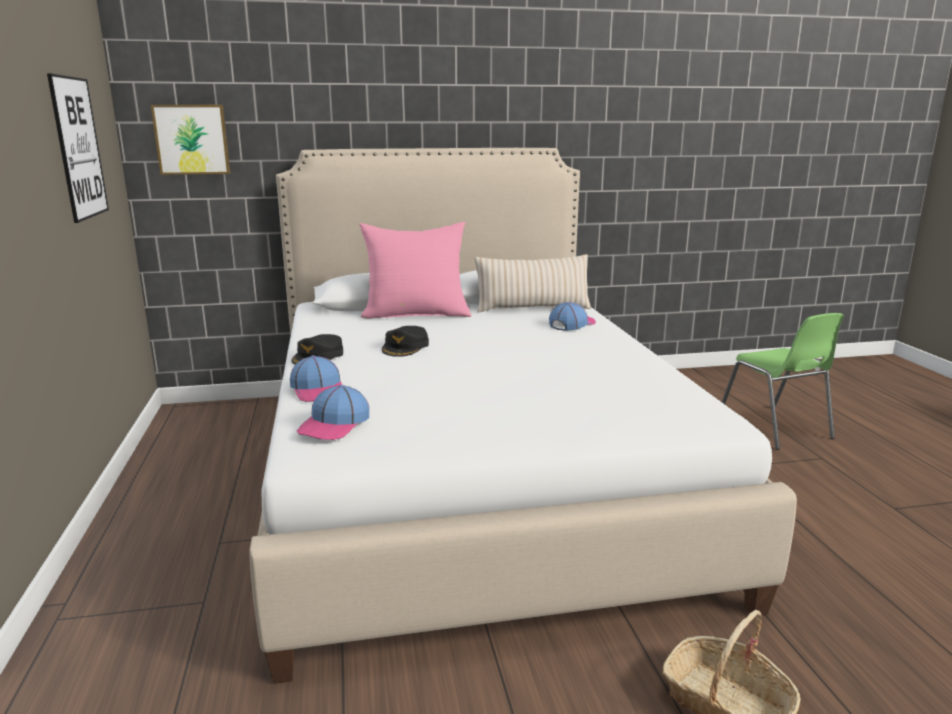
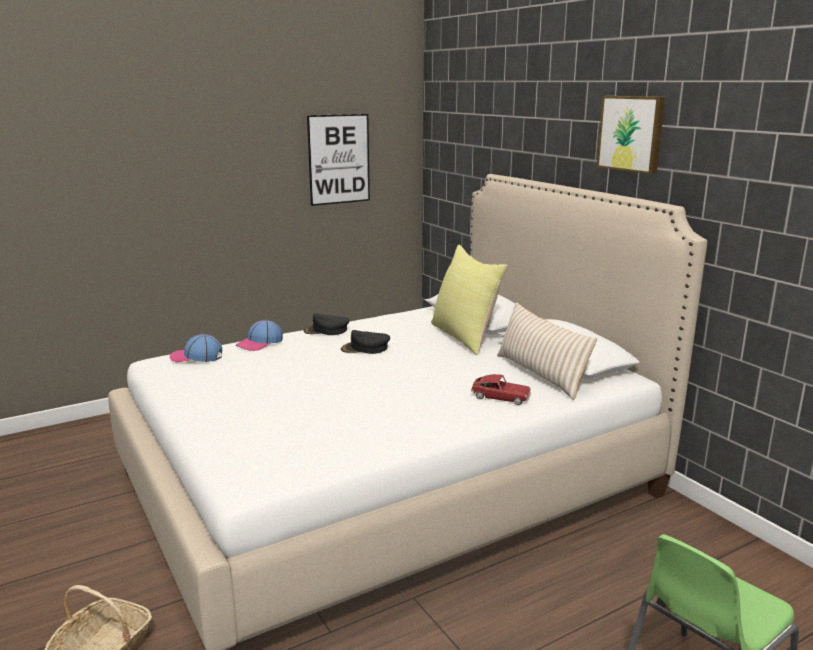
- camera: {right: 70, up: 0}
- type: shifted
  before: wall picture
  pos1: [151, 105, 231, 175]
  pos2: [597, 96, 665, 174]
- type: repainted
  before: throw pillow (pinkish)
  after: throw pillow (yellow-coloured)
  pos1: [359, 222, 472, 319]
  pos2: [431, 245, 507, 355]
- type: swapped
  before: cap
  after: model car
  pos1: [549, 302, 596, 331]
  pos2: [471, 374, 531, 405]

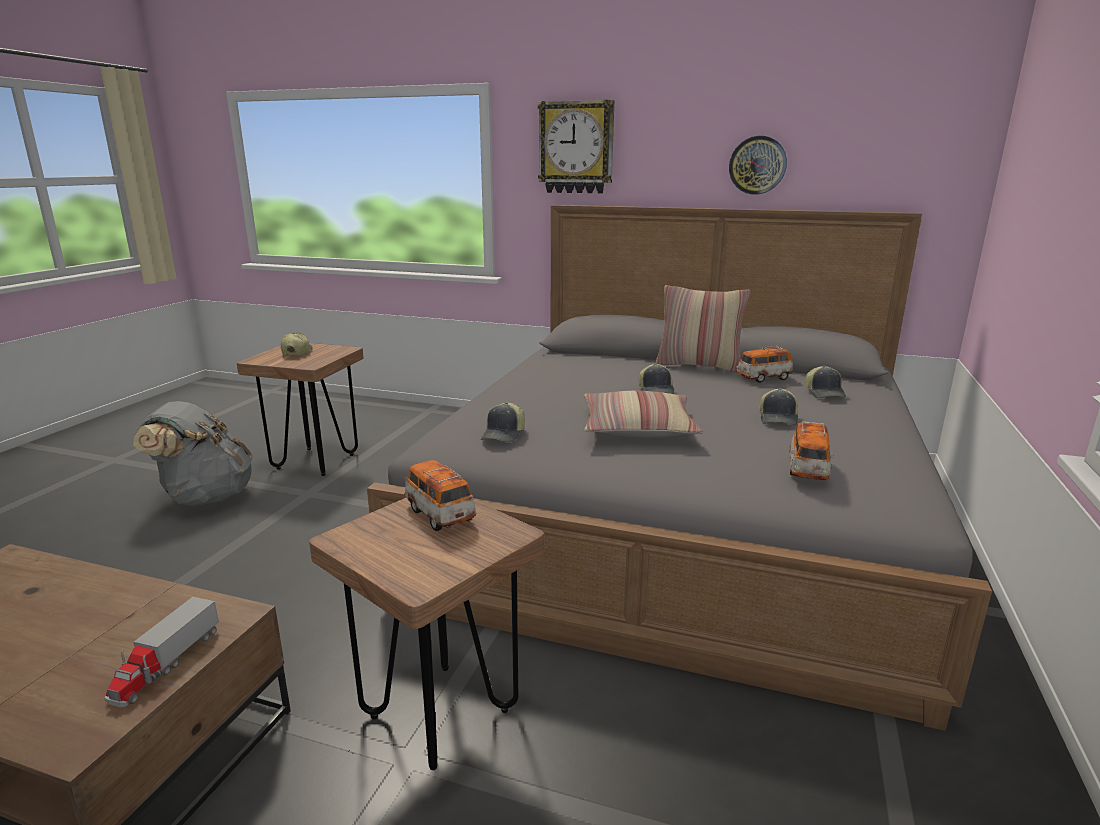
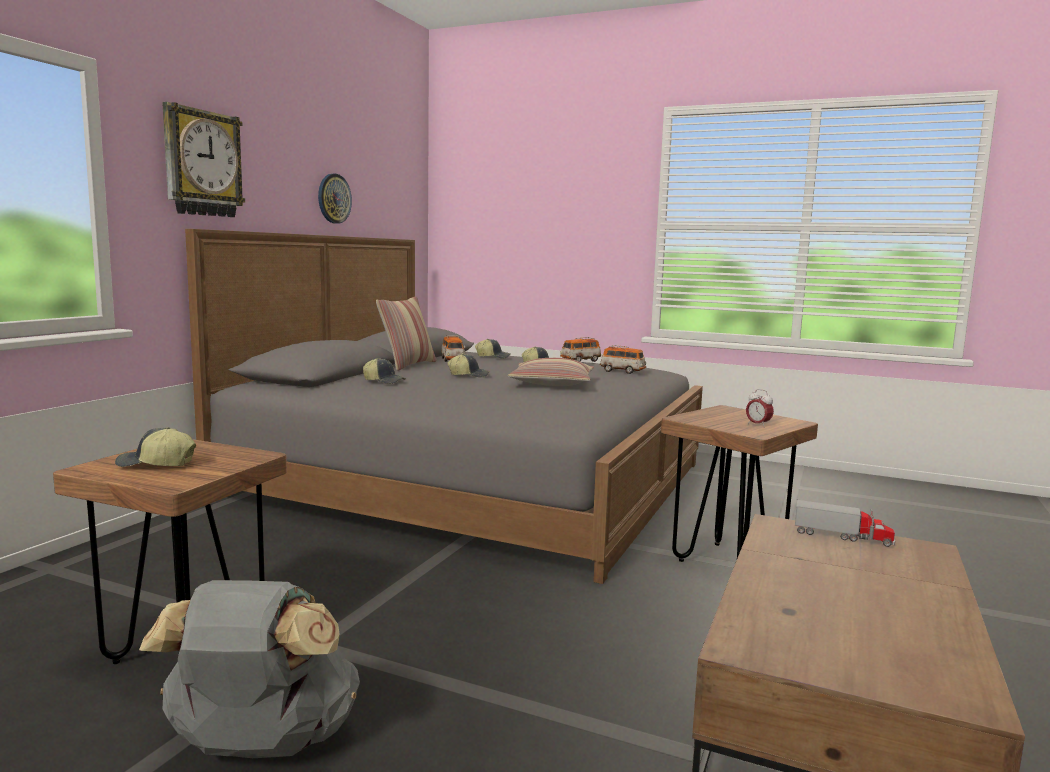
- camera: {right: -85, up: -10}
- type: shifted
  before: model car
  pos1: [404, 460, 476, 531]
  pos2: [560, 337, 601, 362]
- type: shifted
  before: cap
  pos1: [481, 402, 525, 442]
  pos2: [363, 358, 406, 384]
- type: new
  after: alarm clock
  pos2: [746, 389, 774, 428]

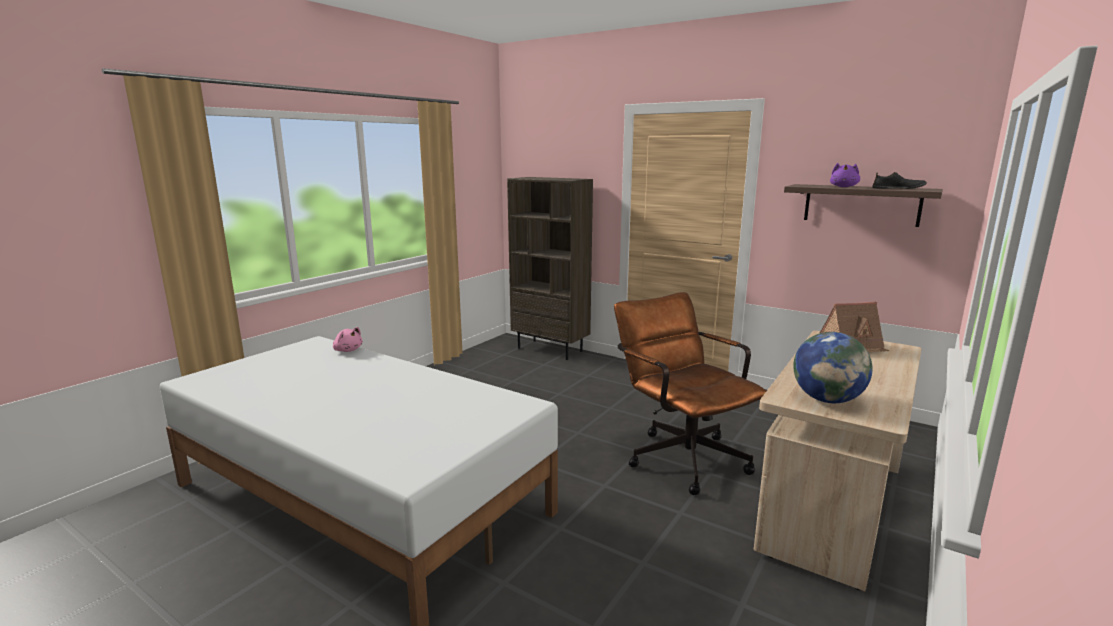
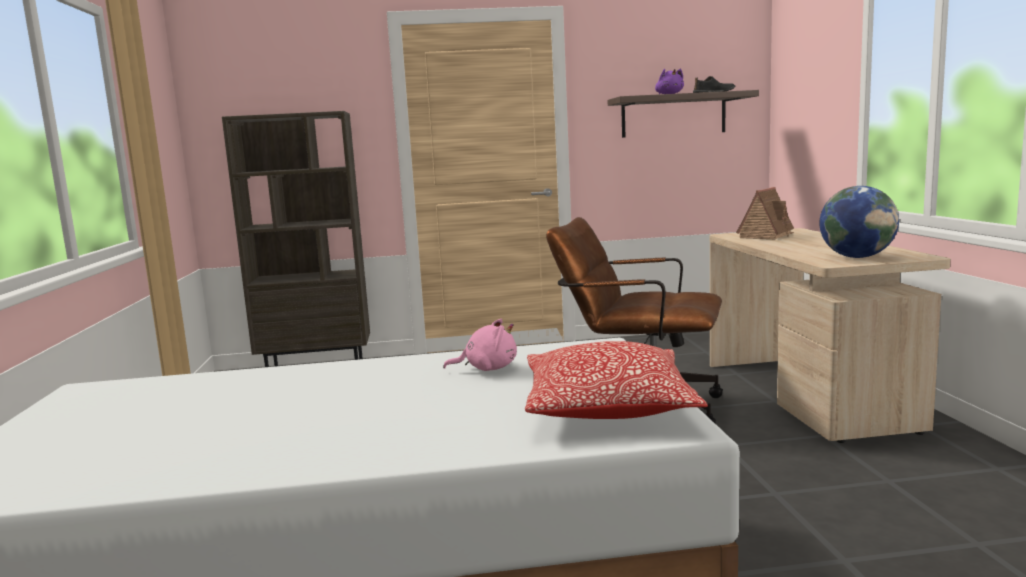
- camera: {right: -40, up: -5}
- type: shifted
  before: soft toy (pinkish)
  pos1: [333, 327, 363, 352]
  pos2: [443, 318, 517, 371]
- type: new
  after: throw pillow
  pos2: [525, 341, 708, 419]

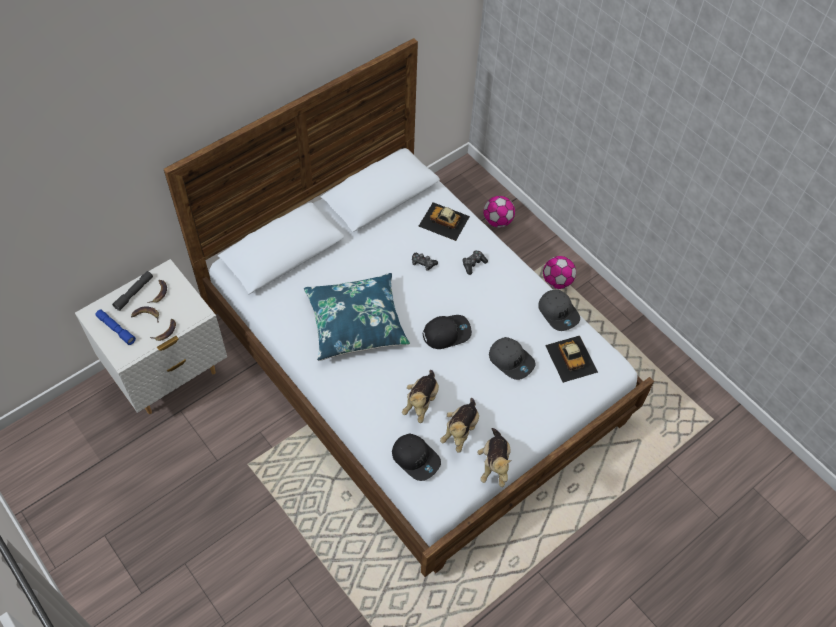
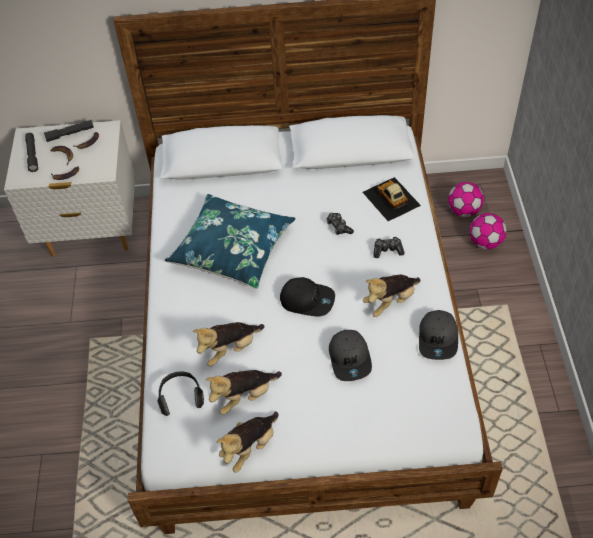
- camera: {right: 40, up: -5}
- type: repainted
  before: torch (blue)
  after: torch (gray)
  pos1: [95, 310, 136, 345]
  pos2: [25, 133, 38, 172]
- type: swapped
  before: cap (black-coloured)
  after: headset
  pos1: [392, 433, 441, 481]
  pos2: [157, 371, 204, 416]
- type: shifted
  before: ball for football
  pos1: [543, 256, 576, 289]
  pos2: [448, 182, 484, 217]
- type: gone
  before: model car
  pos1: [545, 336, 598, 383]
- type: new
  after: soft toy
  pos2: [363, 275, 420, 317]

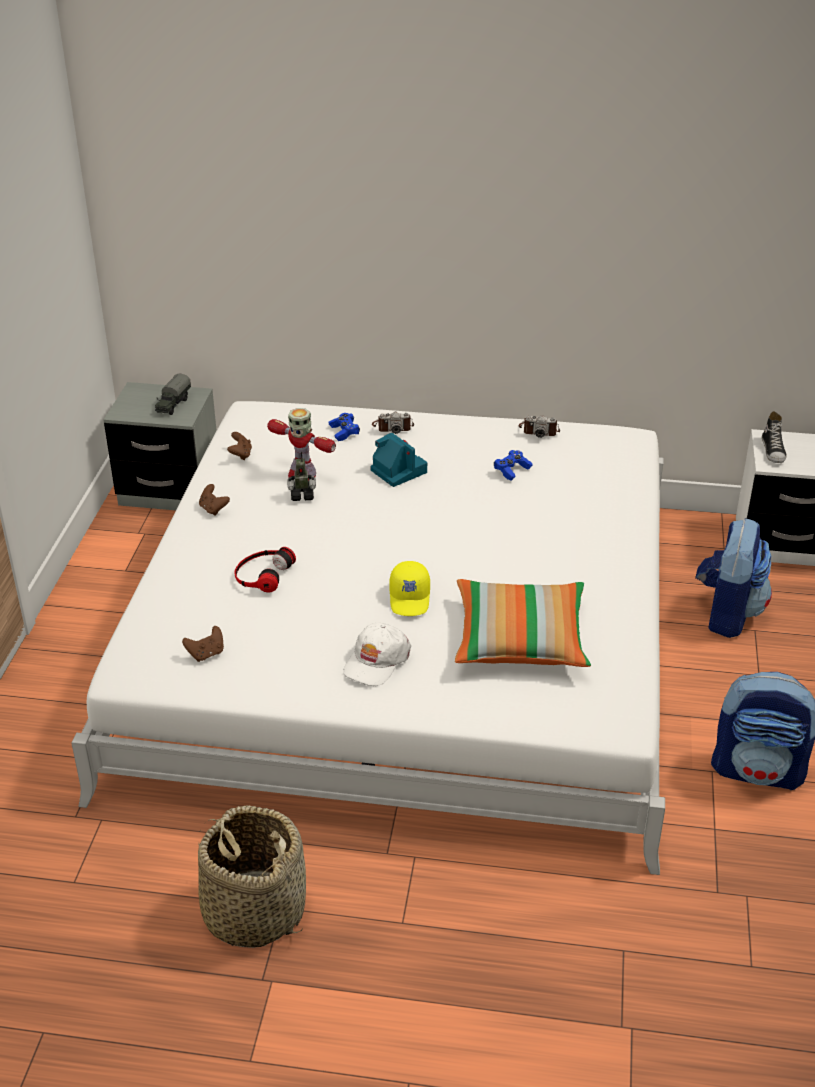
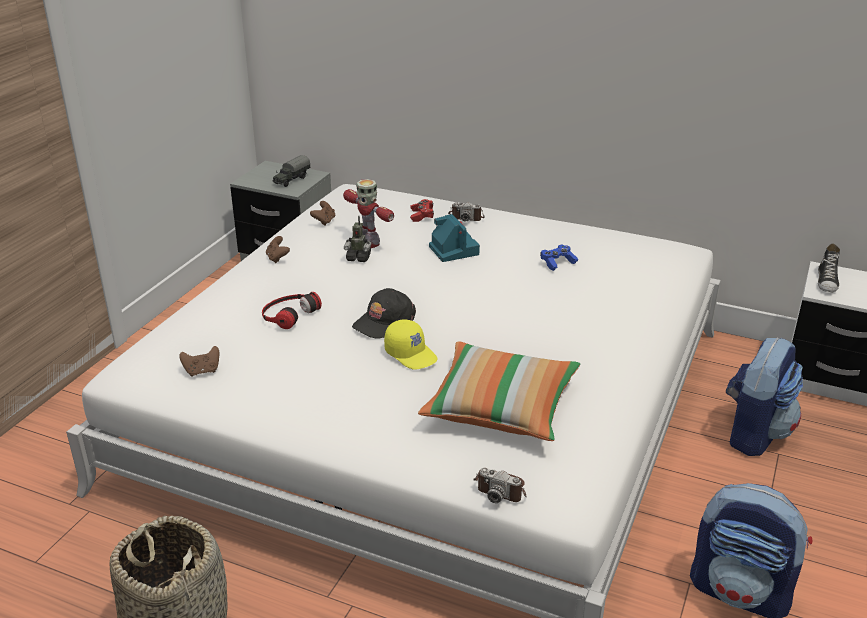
- camera: {right: 15, up: -5}
- type: repainted
  before: game controller (blue)
  after: game controller (red-coloured)
  pos1: [329, 413, 360, 441]
  pos2: [410, 199, 434, 222]
- type: gone
  before: cap (white-coloured)
  pos1: [343, 623, 411, 686]
- type: rotated
  before: cap (yellow-coloured)
  pos1: [389, 561, 430, 616]
  pos2: [384, 320, 437, 370]
  turn: -60
- type: shifted
  before: still camera
  pos1: [519, 415, 560, 438]
  pos2: [473, 468, 527, 503]
- type: new
  after: cap (black-coloured)
  pos2: [352, 288, 416, 338]

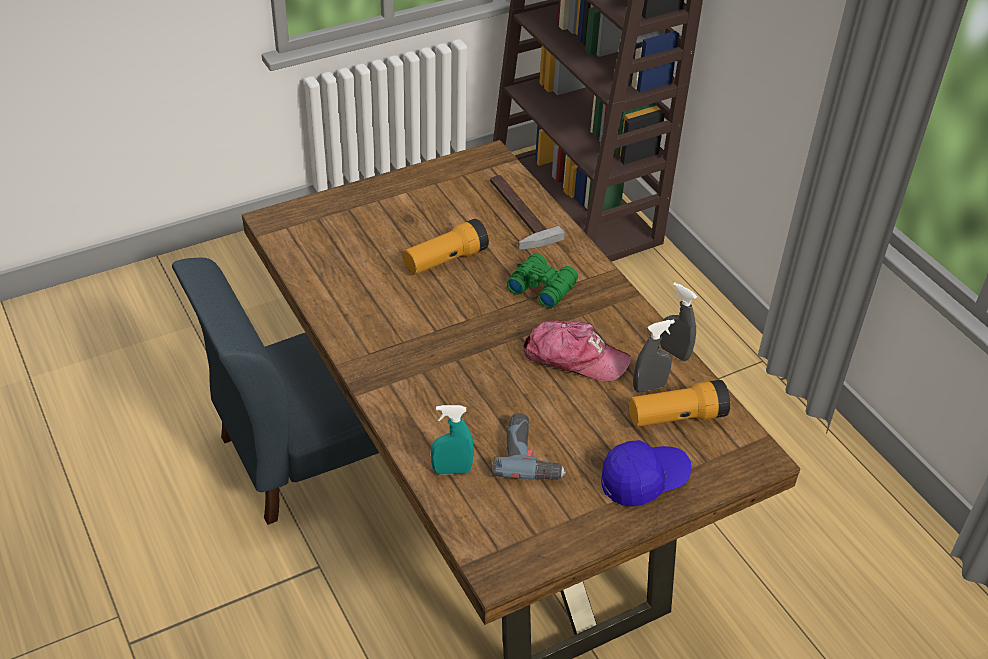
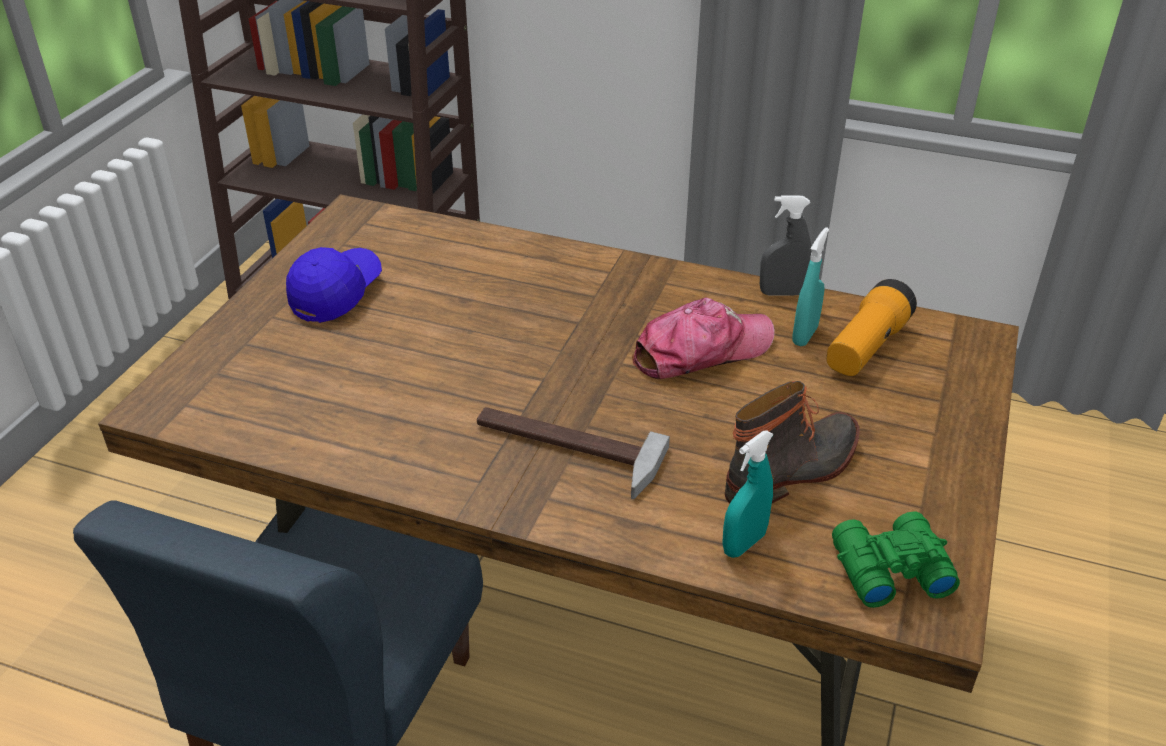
- camera: {right: -40, up: -5}
- type: gone
  before: torch
  pos1: [403, 219, 489, 275]
- type: shifted
  before: hammer
  pos1: [490, 175, 565, 250]
  pos2: [477, 407, 670, 499]
- type: swapped
  before: electric drill
  after: high-top boot
  pos1: [492, 413, 566, 480]
  pos2: [725, 381, 860, 504]
- type: shifted
  before: pair of binoculars (green-coloured)
  pos1: [507, 253, 578, 308]
  pos2: [832, 511, 960, 608]
- type: shifted
  before: cap (blue)
  pos1: [601, 440, 692, 506]
  pos2: [286, 247, 382, 323]
- type: repainted
  before: spray bottle (gray)
  after: spray bottle (turquoise)
  pos1: [633, 319, 675, 393]
  pos2: [792, 227, 829, 346]

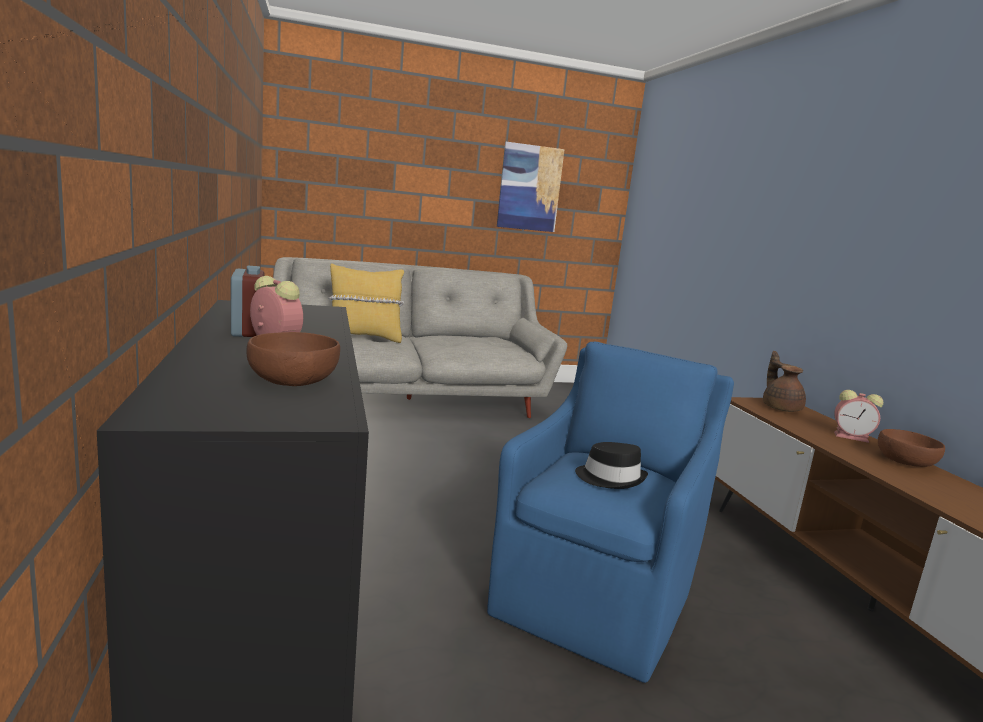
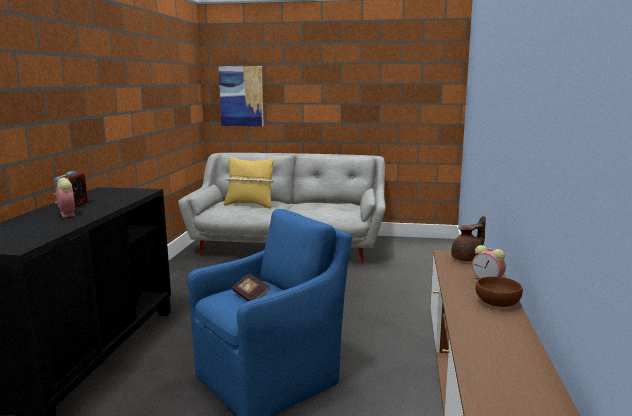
- camera: {right: 25, up: 0}
- type: gone
  before: bowl (brown-coloured)
  pos1: [246, 332, 340, 386]
- type: shifted
  before: wall picture
  pos1: [497, 142, 565, 232]
  pos2: [219, 66, 264, 126]
- type: swapped
  before: clothing hat (black-coloured)
  after: volume
  pos1: [575, 442, 648, 489]
  pos2: [232, 273, 270, 301]
- type: rotated
  before: tea pot (brown-coloured)
  pos1: [763, 351, 806, 412]
  pos2: [451, 216, 486, 261]
  turn: 45

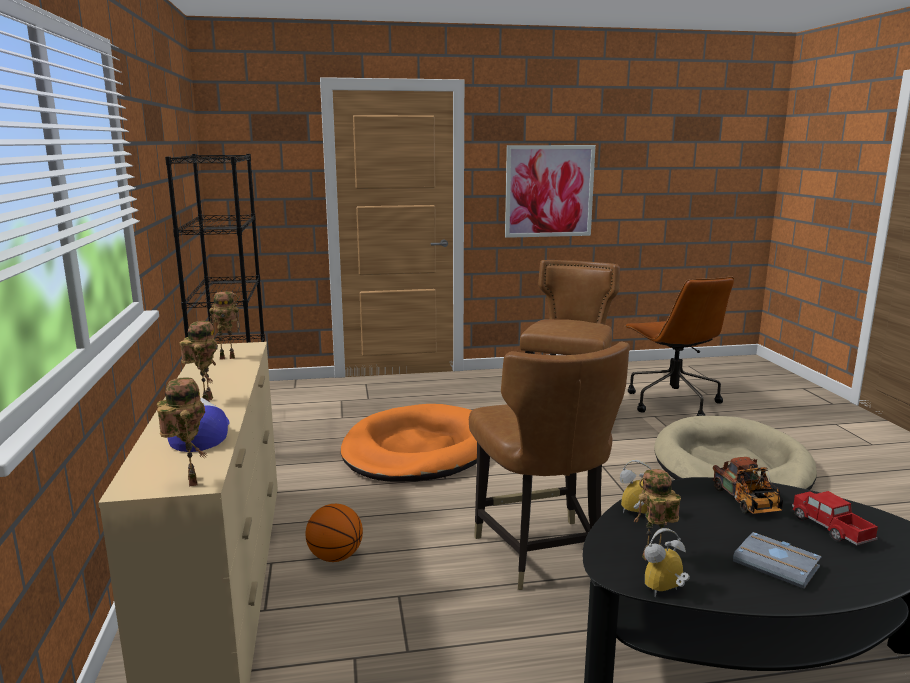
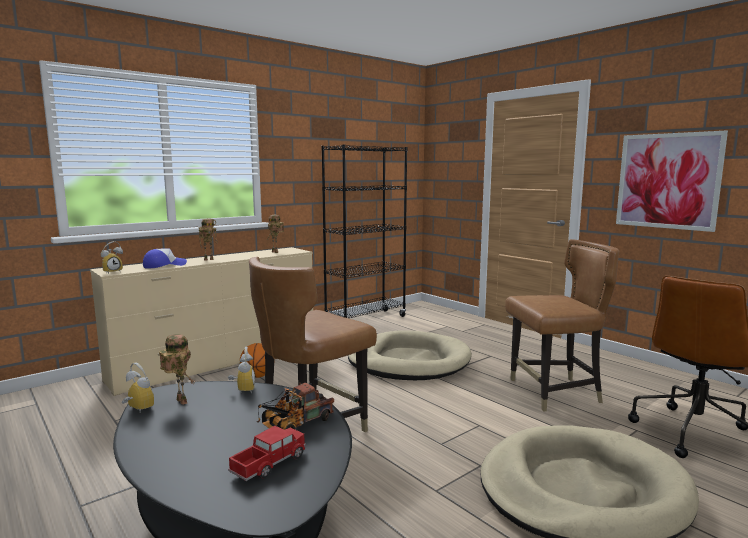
- camera: {right: 60, up: -5}
- type: swapped
  before: toy robot
  after: alarm clock
  pos1: [157, 377, 207, 487]
  pos2: [101, 241, 123, 274]
- type: repainted
  before: pet bed (orange)
  after: pet bed (beige-coloured)
  pos1: [341, 404, 477, 482]
  pos2: [348, 330, 472, 380]
- type: gone
  before: volume (gray)
  pos1: [733, 532, 822, 589]

